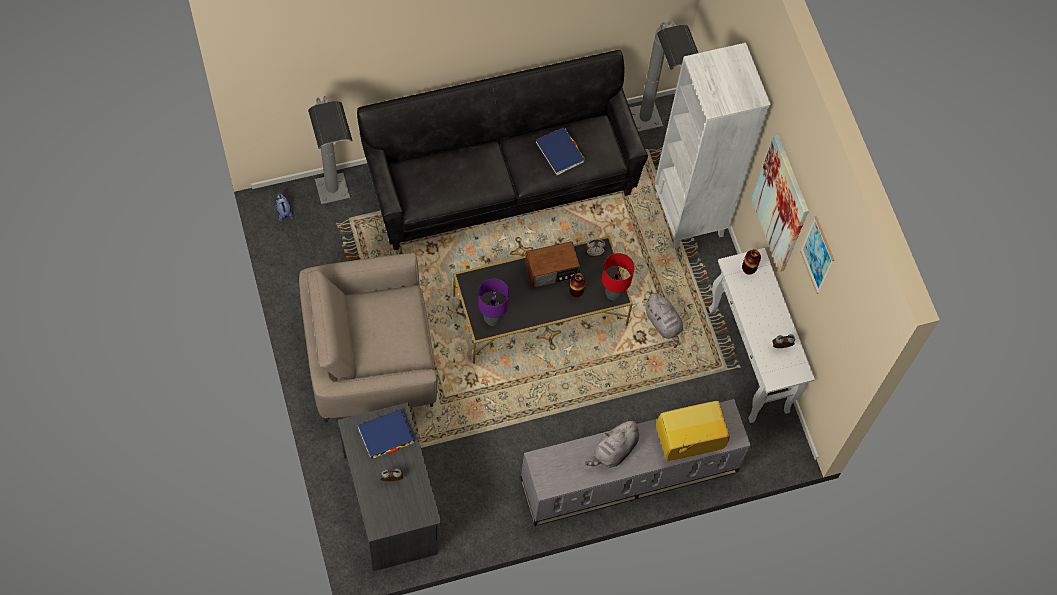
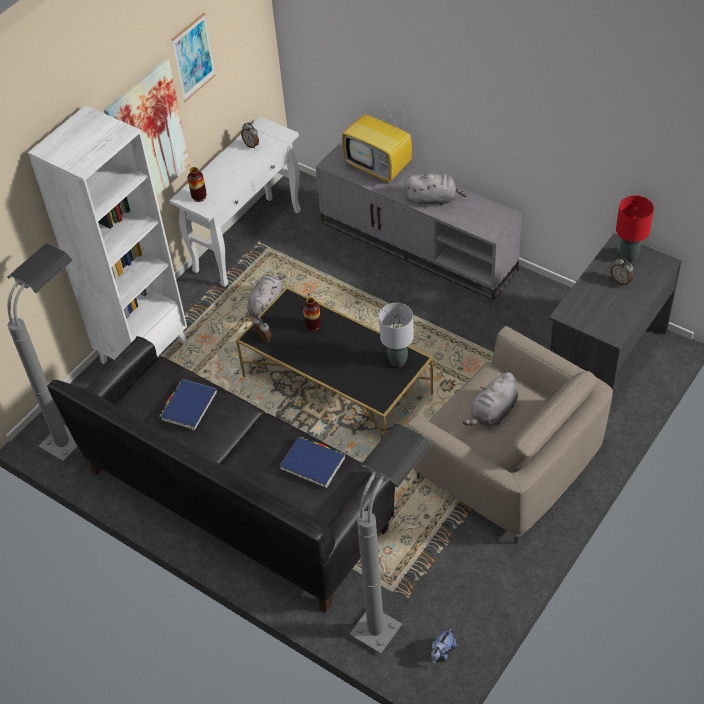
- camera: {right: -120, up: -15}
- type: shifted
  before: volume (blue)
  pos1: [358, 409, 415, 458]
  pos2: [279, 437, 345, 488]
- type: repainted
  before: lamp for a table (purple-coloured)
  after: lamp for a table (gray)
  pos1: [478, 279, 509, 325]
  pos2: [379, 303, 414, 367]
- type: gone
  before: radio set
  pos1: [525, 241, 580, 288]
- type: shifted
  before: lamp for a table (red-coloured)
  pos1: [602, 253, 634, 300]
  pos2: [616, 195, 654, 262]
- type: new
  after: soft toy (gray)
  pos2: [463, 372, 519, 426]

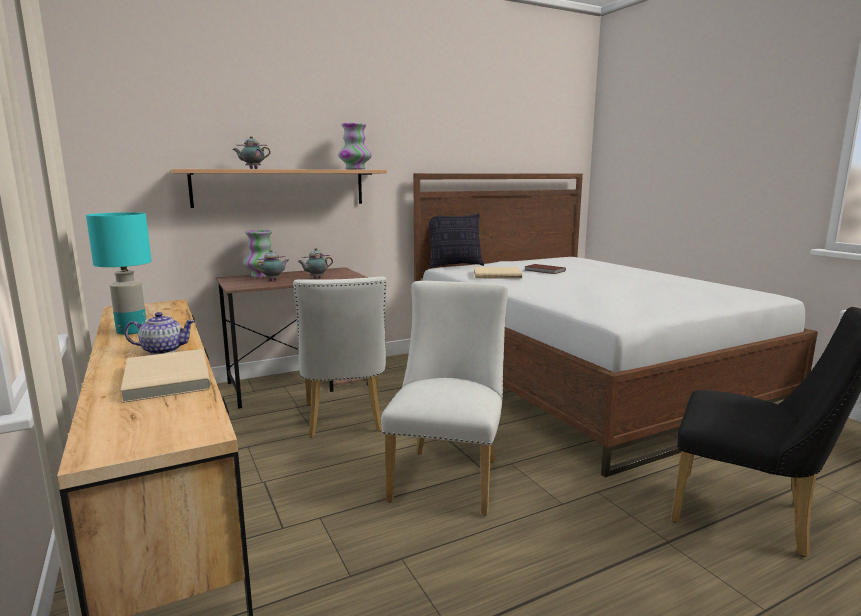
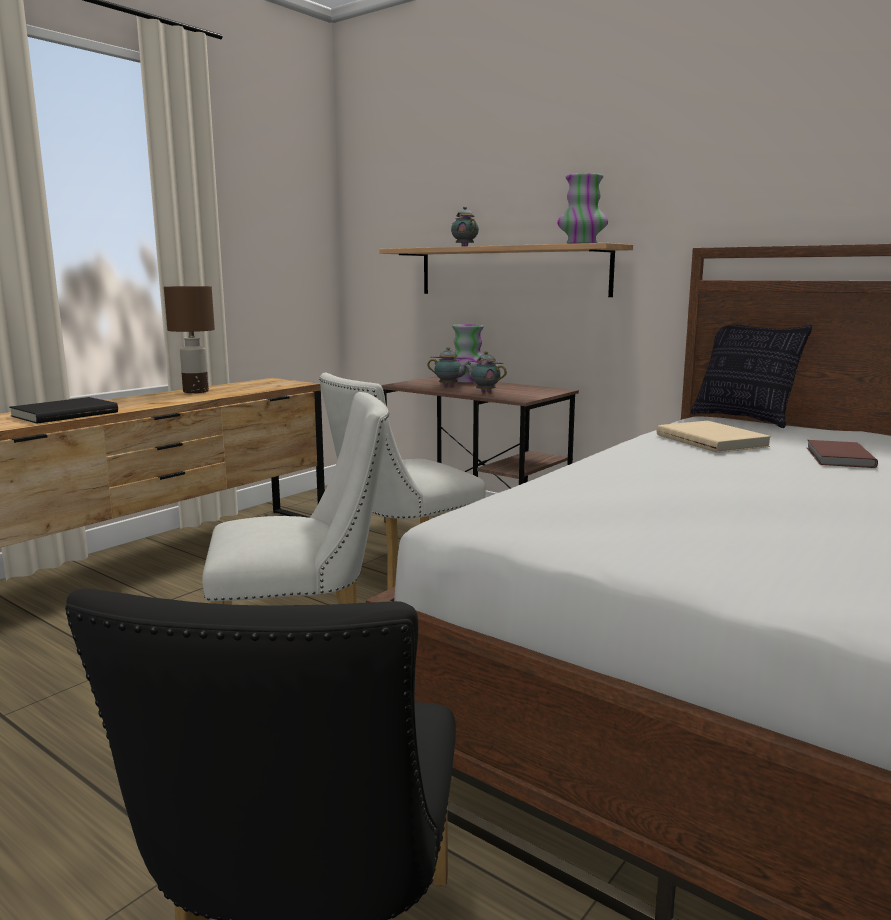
- camera: {right: 65, up: 0}
- type: repainted
  before: lamp for a table (turquoise)
  after: lamp for a table (brown-coloured)
  pos1: [86, 212, 151, 335]
  pos2: [164, 286, 215, 393]
- type: repainted
  before: volume (beige-coloured)
  after: volume (black-coloured)
  pos1: [120, 349, 211, 403]
  pos2: [9, 397, 118, 424]
- type: gone
  before: tea pot
  pos1: [124, 312, 195, 355]

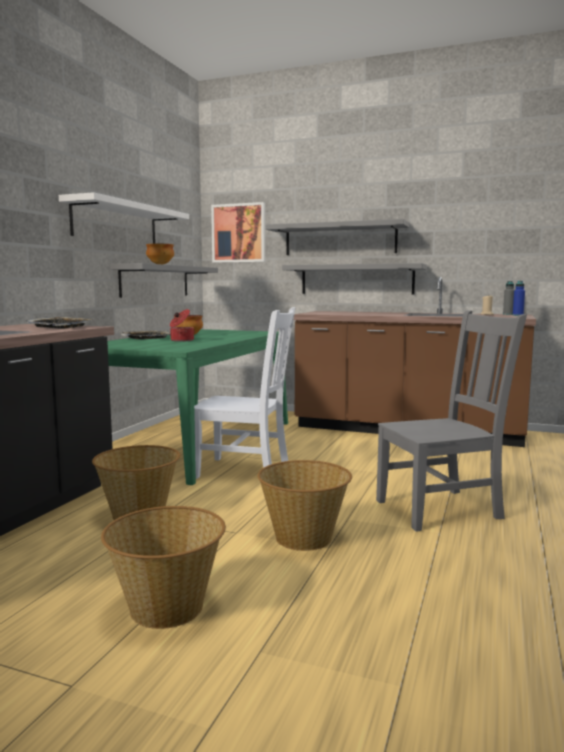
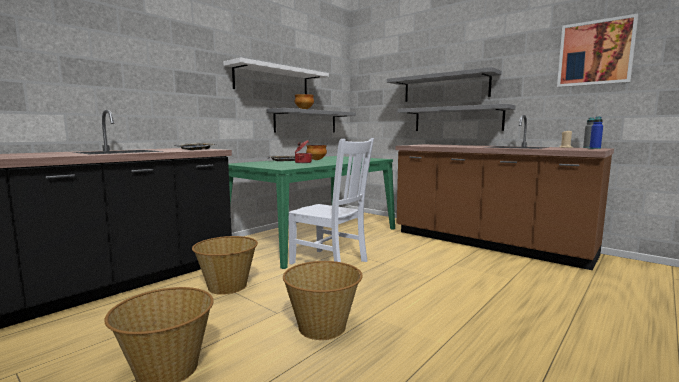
- camera: {right: 20, up: 0}
- type: shifted
  before: wall picture
  pos1: [211, 202, 265, 263]
  pos2: [557, 14, 638, 87]
- type: gone
  before: plain chair (gray)
  pos1: [376, 310, 527, 532]

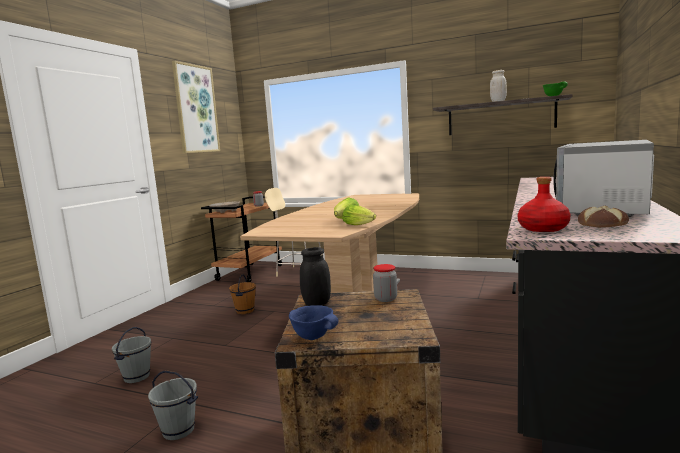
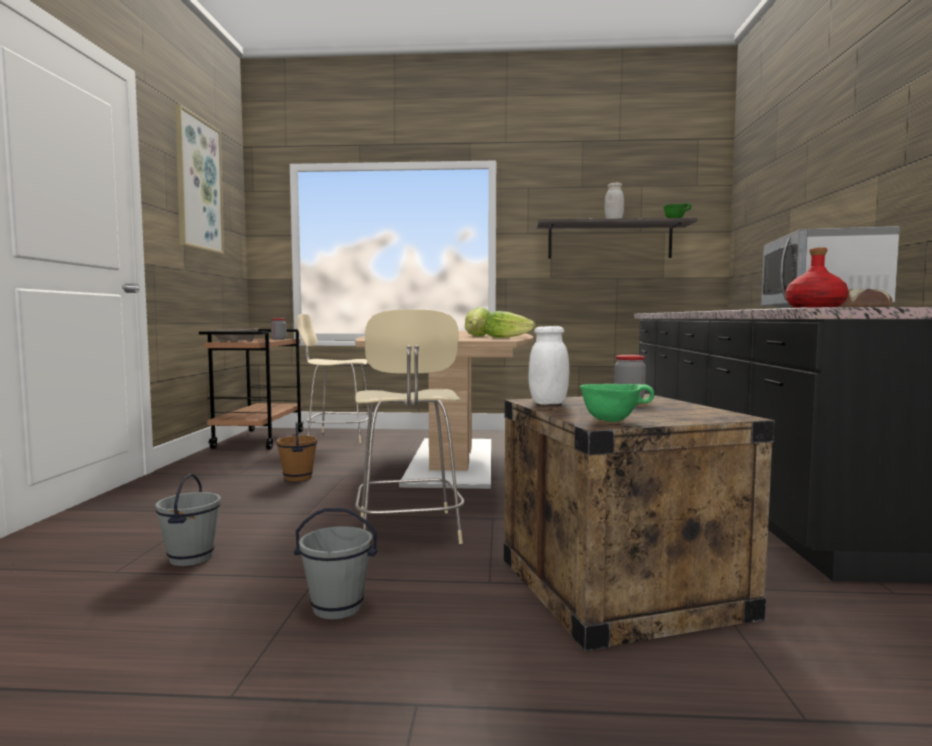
- camera: {right: -20, up: -5}
- type: repainted
  before: bowl (blue)
  after: bowl (green-coloured)
  pos1: [289, 305, 338, 340]
  pos2: [580, 384, 654, 422]
- type: repainted
  before: storage jar (black-coloured)
  after: storage jar (white-coloured)
  pos1: [300, 247, 331, 306]
  pos2: [529, 326, 569, 405]
- type: new
  after: plain chair (beige-coloured)
  pos2: [355, 309, 464, 544]

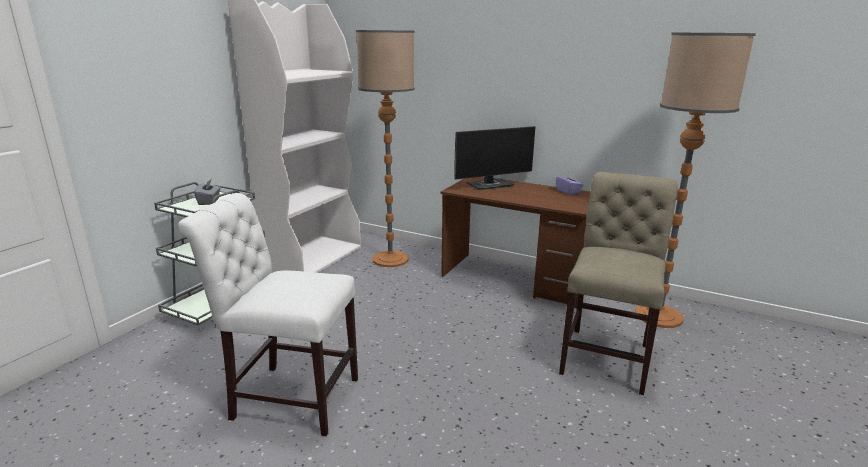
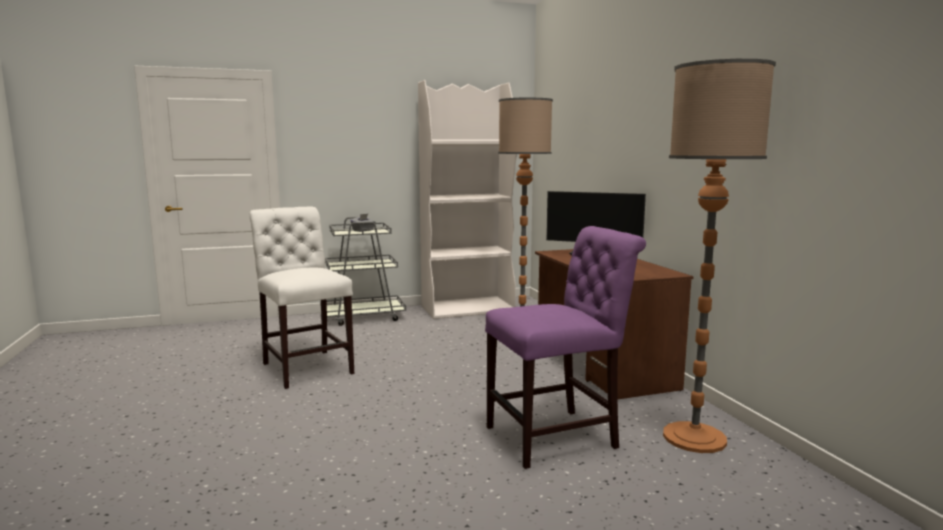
- camera: {right: 45, up: -10}
- type: gone
  before: tissue box (purple-coloured)
  pos1: [556, 171, 583, 195]
- type: repainted
  before: plain chair (beige-coloured)
  after: plain chair (purple-coloured)
  pos1: [559, 172, 678, 395]
  pos2: [485, 226, 646, 469]

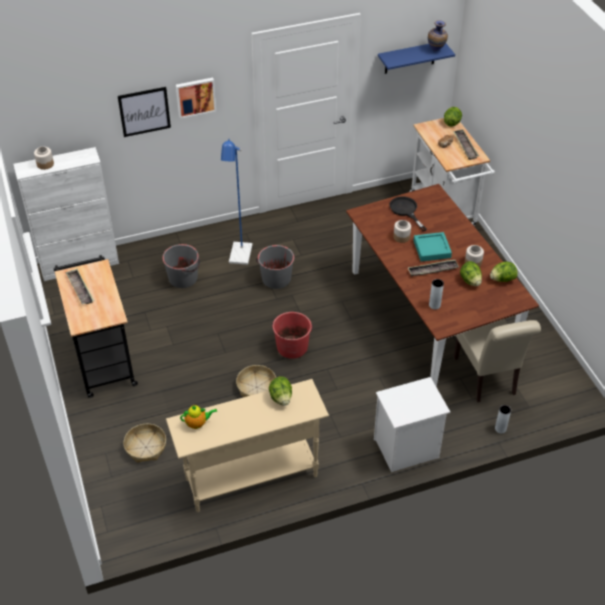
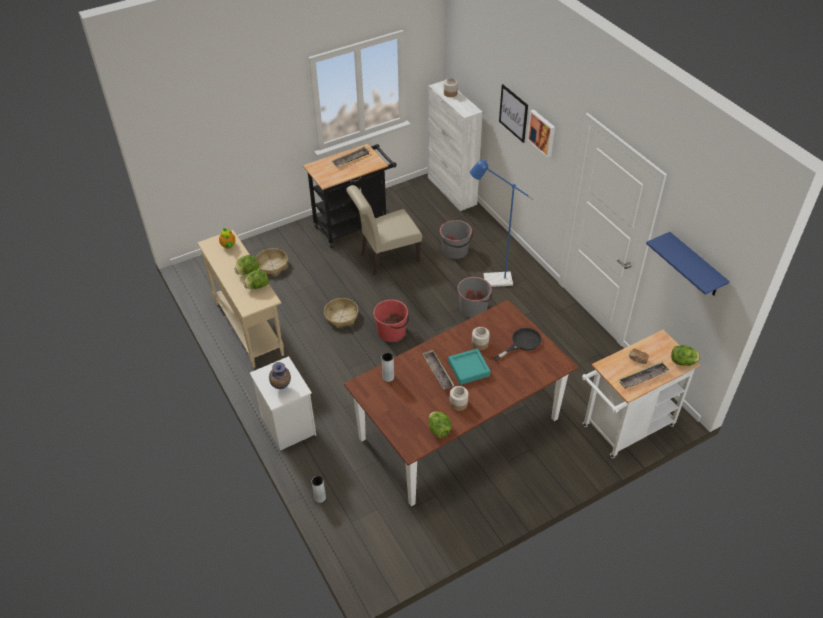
- camera: {right: 80, up: 0}
- type: shifted
  before: decorative vase
  pos1: [428, 20, 448, 51]
  pos2: [269, 362, 291, 389]
- type: shifted
  before: plain chair (beige-coloured)
  pos1: [454, 319, 541, 403]
  pos2: [346, 185, 422, 276]
- type: shifted
  before: lettuce head
  pos1: [460, 261, 482, 286]
  pos2: [235, 255, 259, 275]

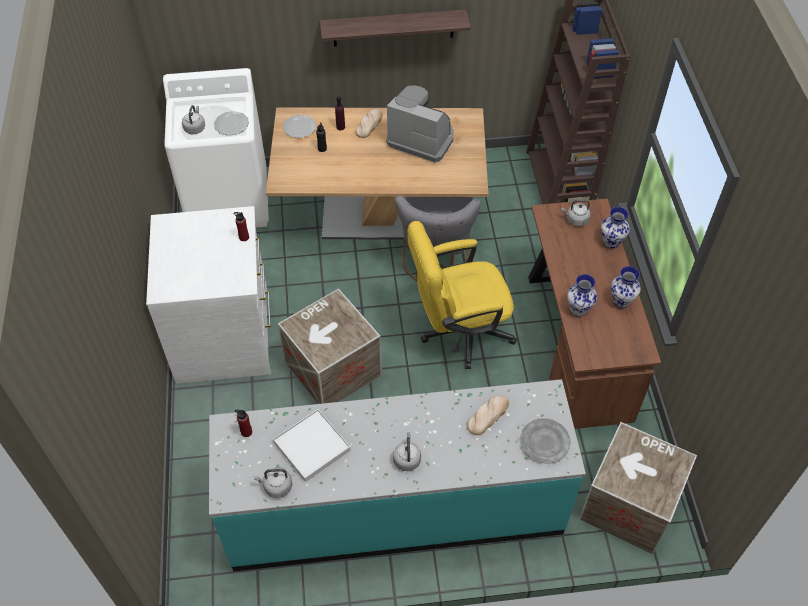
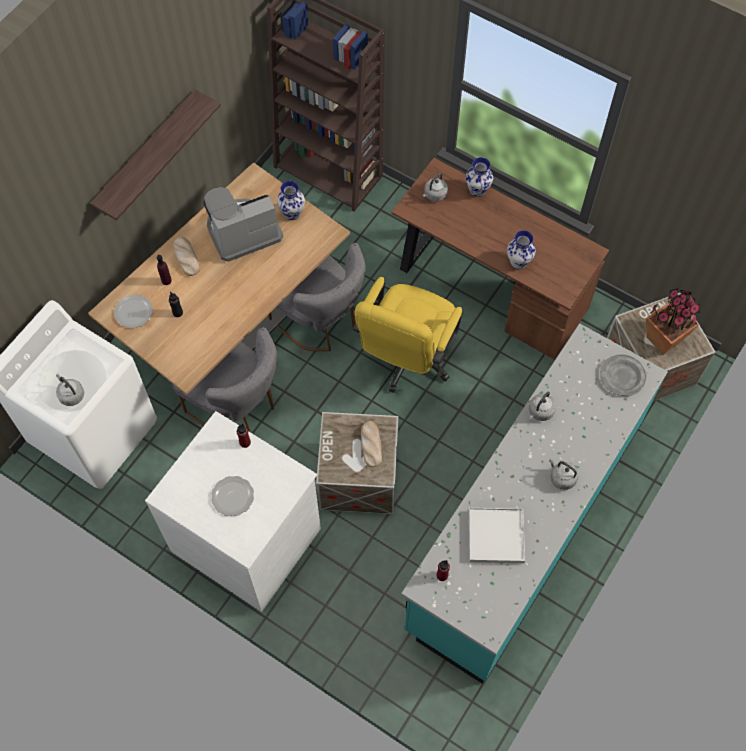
- camera: {right: -50, up: 10}
- type: shifted
  before: dinner plate
  pos1: [214, 111, 249, 136]
  pos2: [211, 476, 254, 516]
- type: shifted
  before: tea kettle (gray)
  pos1: [254, 467, 292, 498]
  pos2: [529, 391, 556, 421]
- type: shifted
  before: baked bread
  pos1: [467, 396, 509, 435]
  pos2: [361, 421, 382, 467]
- type: shifted
  before: decorative vase
  pos1: [611, 266, 641, 308]
  pos2: [277, 181, 305, 220]
- type: new
  after: plain chair (gray)
  pos2: [173, 327, 277, 432]
- type: new
  after: potted plant
  pos2: [646, 288, 701, 355]

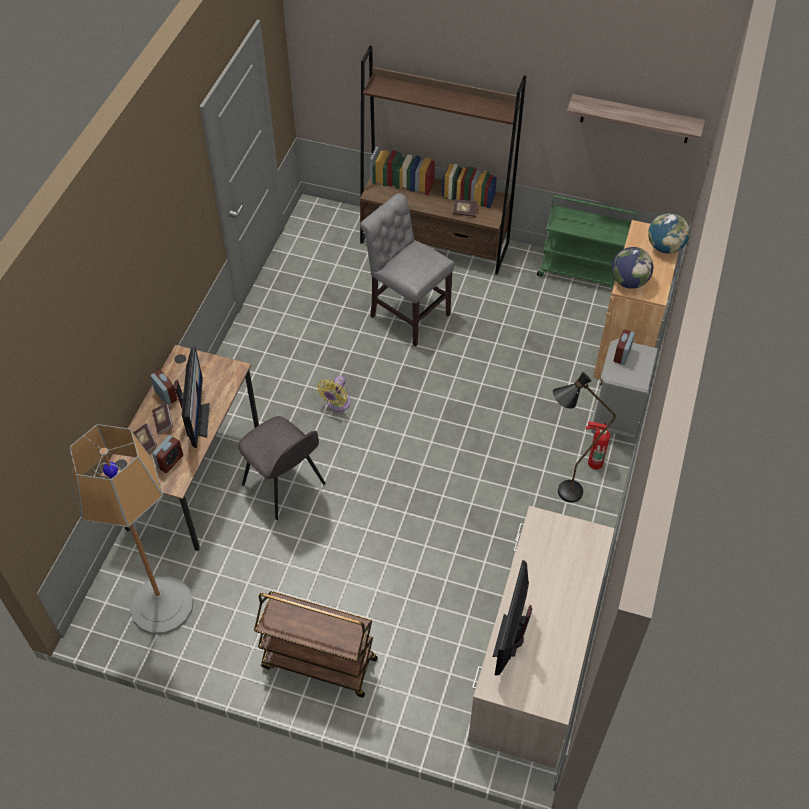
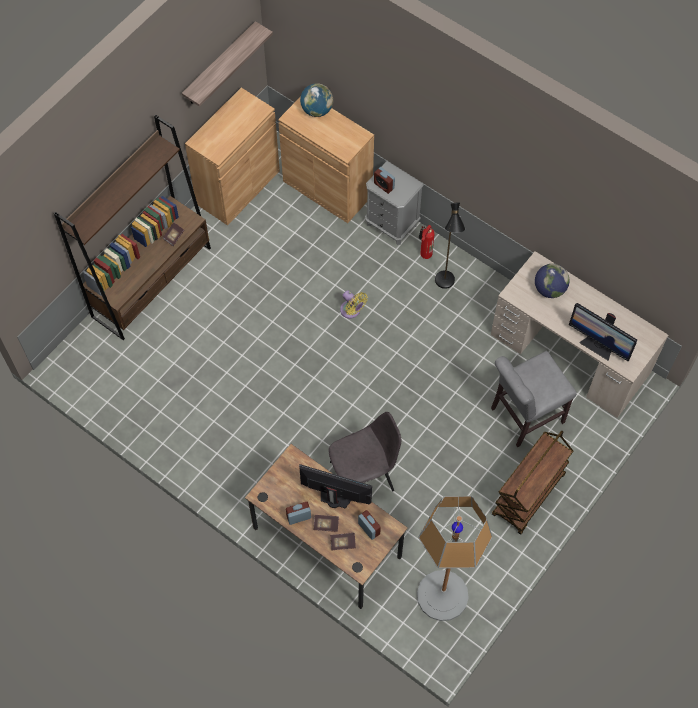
- camera: {right: -70, up: 10}
- type: shifted
  before: cooling fan (yellow-coloured)
  pos1: [317, 375, 351, 412]
  pos2: [340, 290, 368, 319]
- type: shifted
  before: plain chair (gray)
  pos1: [360, 193, 454, 347]
  pos2: [491, 351, 577, 447]
- type: swapped
  before: trolley (green-coloured)
  after: cabinet (brown-coloured)
  pos1: [537, 196, 637, 289]
  pos2: [185, 88, 280, 225]
- type: shifted
  before: world globe
  pos1: [611, 247, 653, 289]
  pos2: [535, 264, 570, 298]

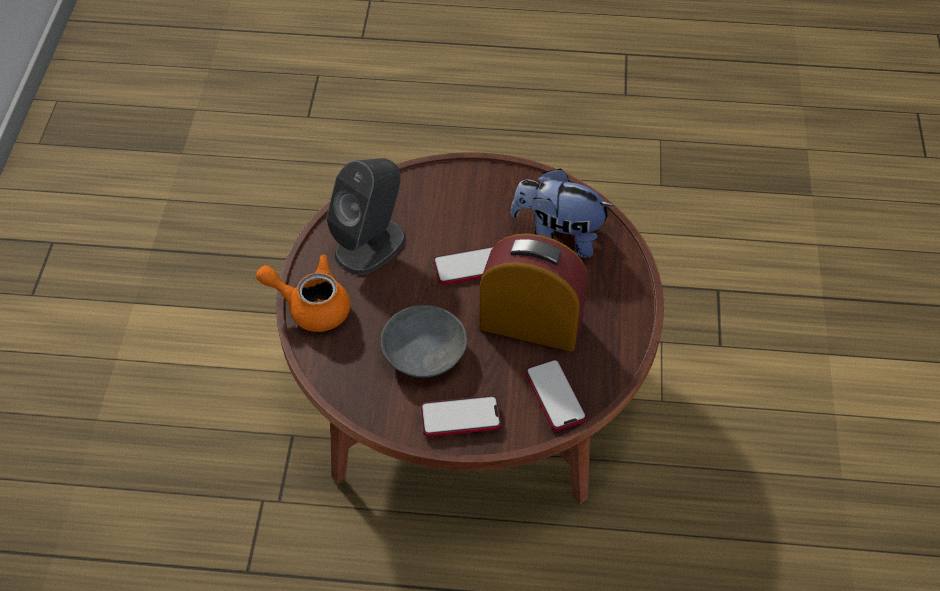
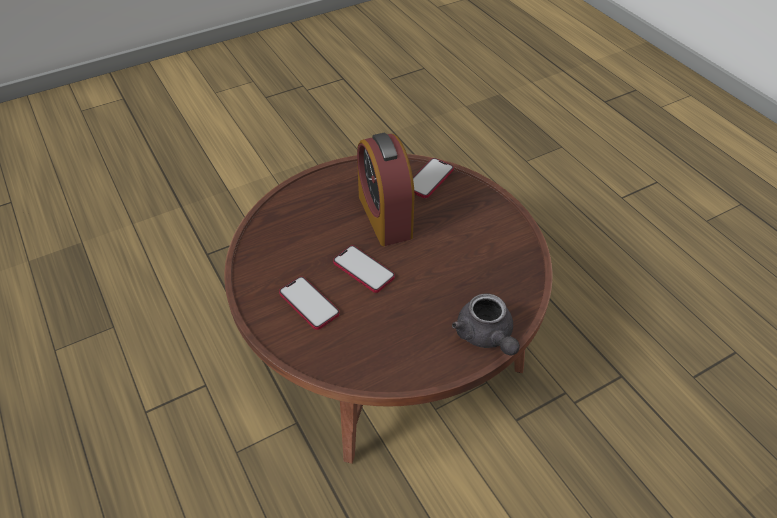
- camera: {right: -125, up: -5}
- type: repainted
  before: tea pot (orange)
  after: tea pot (gray)
  pos1: [256, 255, 350, 332]
  pos2: [452, 293, 520, 355]
- type: gone
  before: speaker (gray)
  pos1: [326, 158, 406, 275]
- type: gone
  before: bowl (gray)
  pos1: [381, 305, 467, 378]
- type: shifted
  before: phone
  pos1: [420, 395, 501, 437]
  pos2: [279, 276, 340, 330]
- type: gone
  before: soft toy
  pos1: [510, 168, 614, 258]

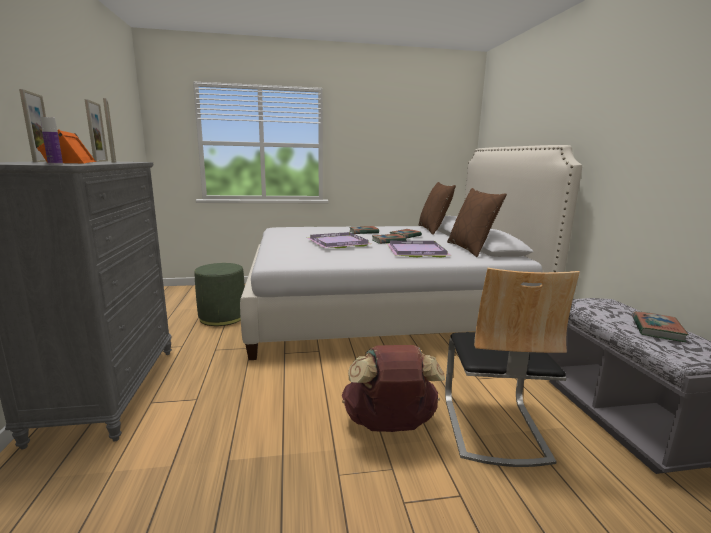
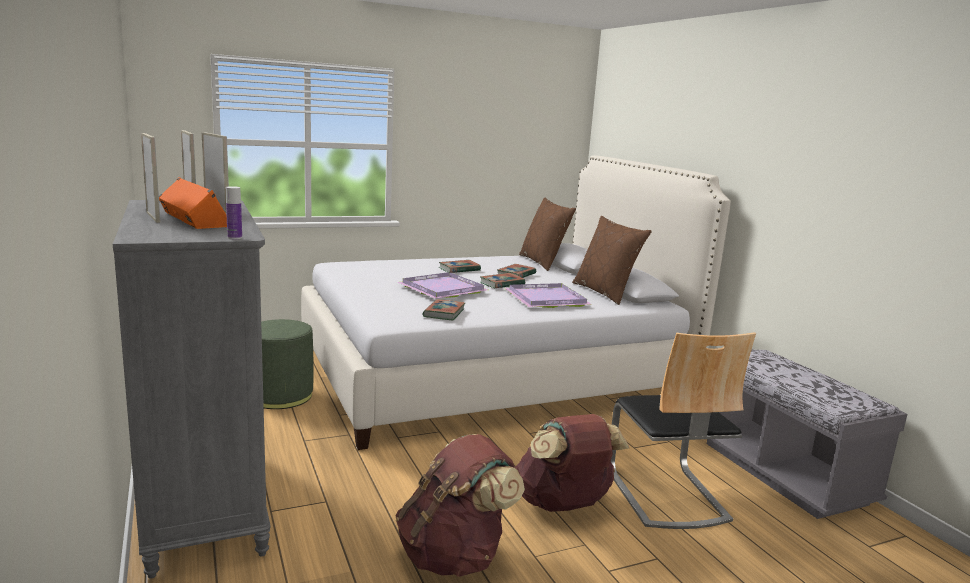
- camera: {right: -15, up: 0}
- type: shifted
  before: volume
  pos1: [632, 311, 689, 342]
  pos2: [423, 299, 465, 320]
- type: new
  after: backpack (brown-coloured)
  pos2: [396, 434, 525, 577]

